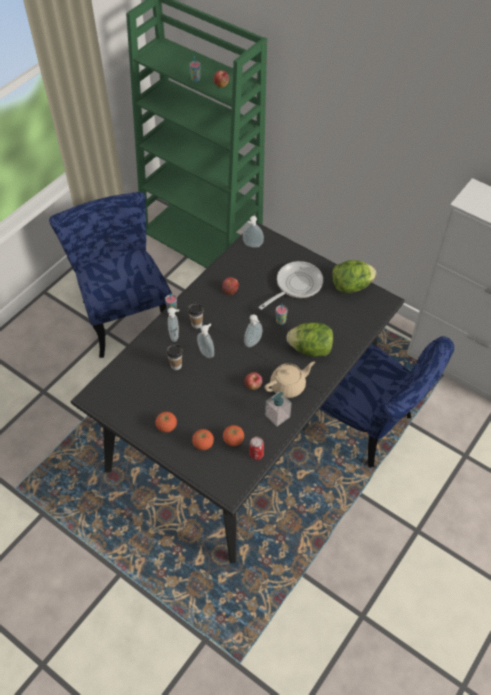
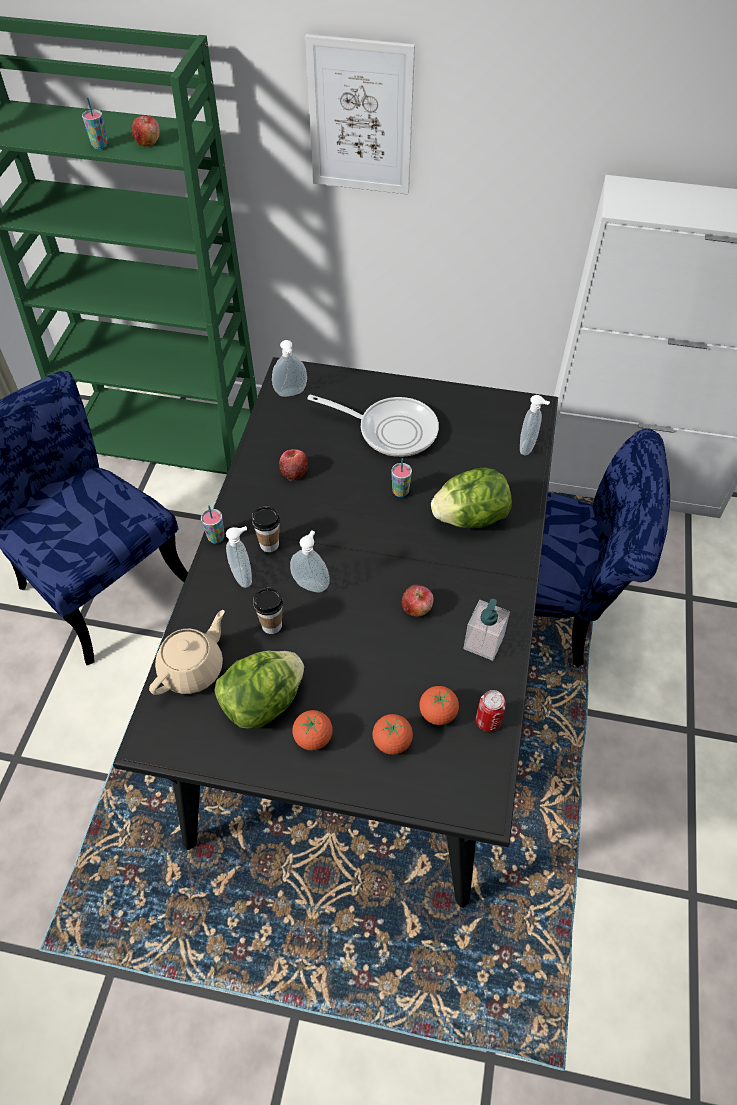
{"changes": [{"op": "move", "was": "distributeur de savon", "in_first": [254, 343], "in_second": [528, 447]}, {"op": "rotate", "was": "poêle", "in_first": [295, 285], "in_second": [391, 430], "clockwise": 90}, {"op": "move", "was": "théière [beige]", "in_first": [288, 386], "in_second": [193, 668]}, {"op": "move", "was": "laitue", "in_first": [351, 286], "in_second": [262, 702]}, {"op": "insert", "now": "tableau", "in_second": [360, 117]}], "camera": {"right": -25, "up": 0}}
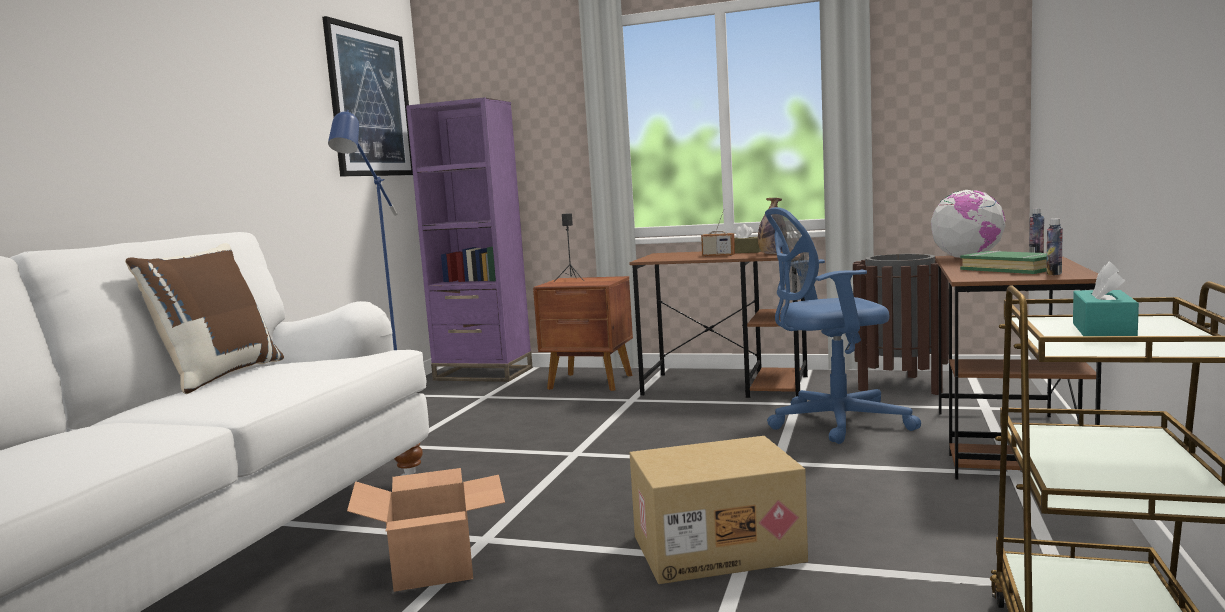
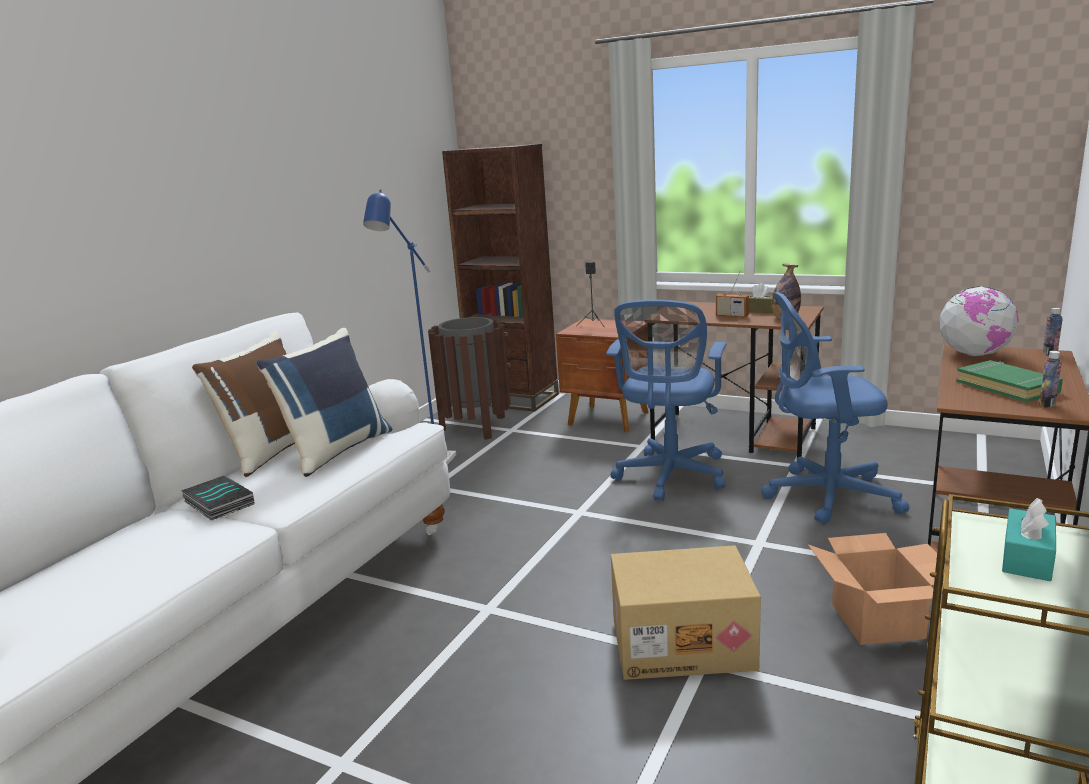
{"changes": [{"op": "delete", "was": "tableau", "in_first": [371, 102]}, {"op": "move", "was": "carton", "in_first": [433, 566], "in_second": [876, 620]}, {"op": "recolor", "was": "bibliothèque [violet]", "now": "bibliothèque [marron]", "in_first": [483, 374], "in_second": [513, 399]}, {"op": "move", "was": "poubelle [marron]", "in_first": [901, 386], "in_second": [476, 427]}, {"op": "insert", "now": "livre", "in_second": [217, 503]}, {"op": "insert", "now": "coussin [bleu]", "in_second": [336, 450]}, {"op": "insert", "now": "chaise de bureau [bleu]", "in_second": [670, 477]}], "camera": {"right": 10, "up": 10}}
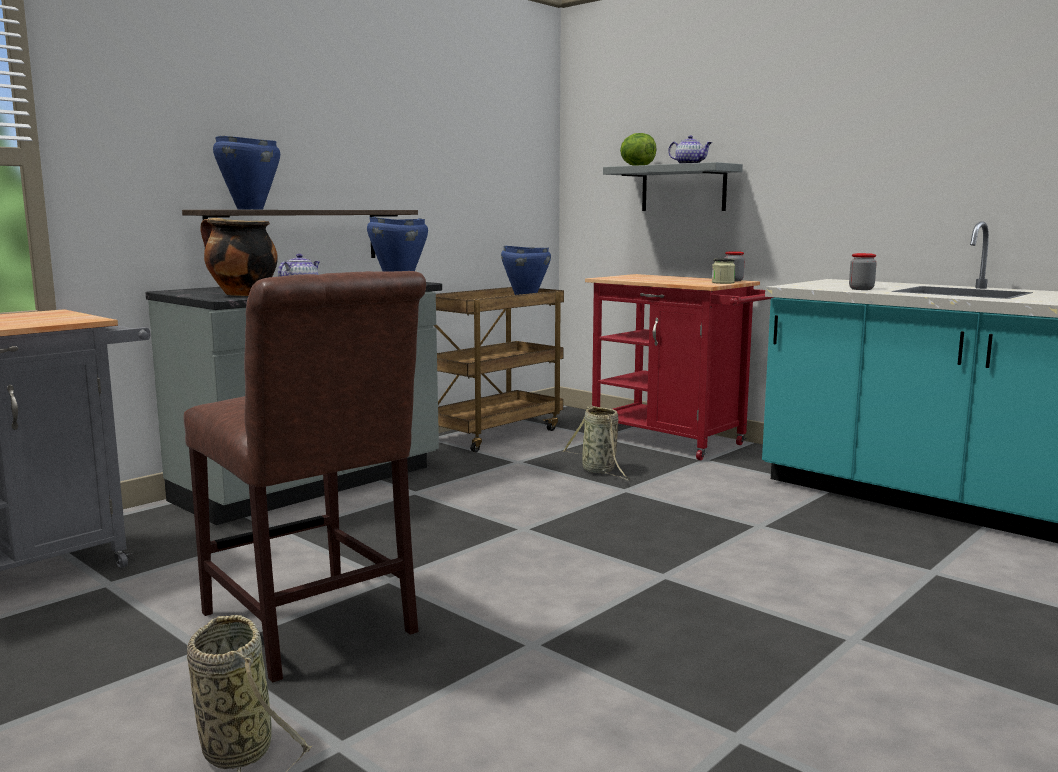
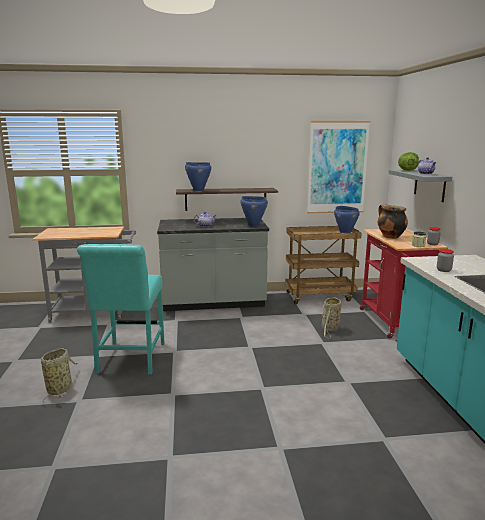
{"changes": [{"op": "recolor", "was": "chaise [marron]", "now": "chaise [turquoise]", "in_first": [312, 627], "in_second": [129, 360]}, {"op": "move", "was": "marmite", "in_first": [241, 295], "in_second": [390, 237]}, {"op": "insert", "now": "tableau", "in_second": [337, 167]}], "camera": {"right": 40, "up": 5}}
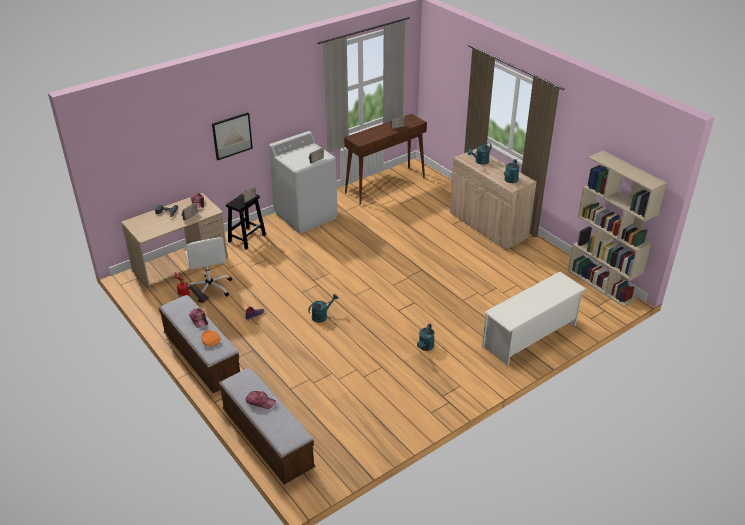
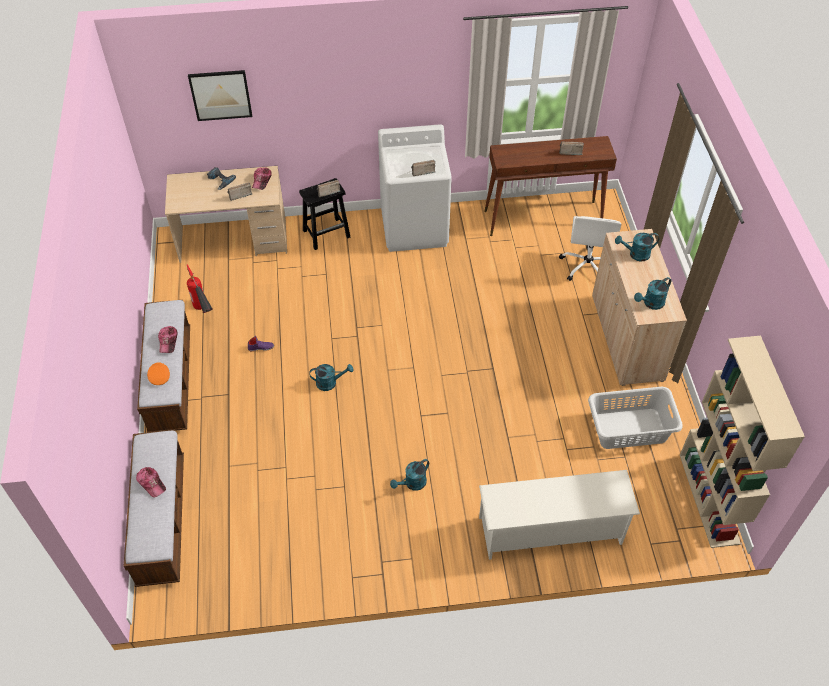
{"changes": [{"op": "move", "was": "chaise de bureau [blanc]", "in_first": [210, 288], "in_second": [587, 266]}, {"op": "move", "was": "tableau", "in_first": [232, 135], "in_second": [220, 95]}, {"op": "insert", "now": "panier à linge [gris]", "in_second": [630, 429]}], "camera": {"right": 30, "up": 15}}
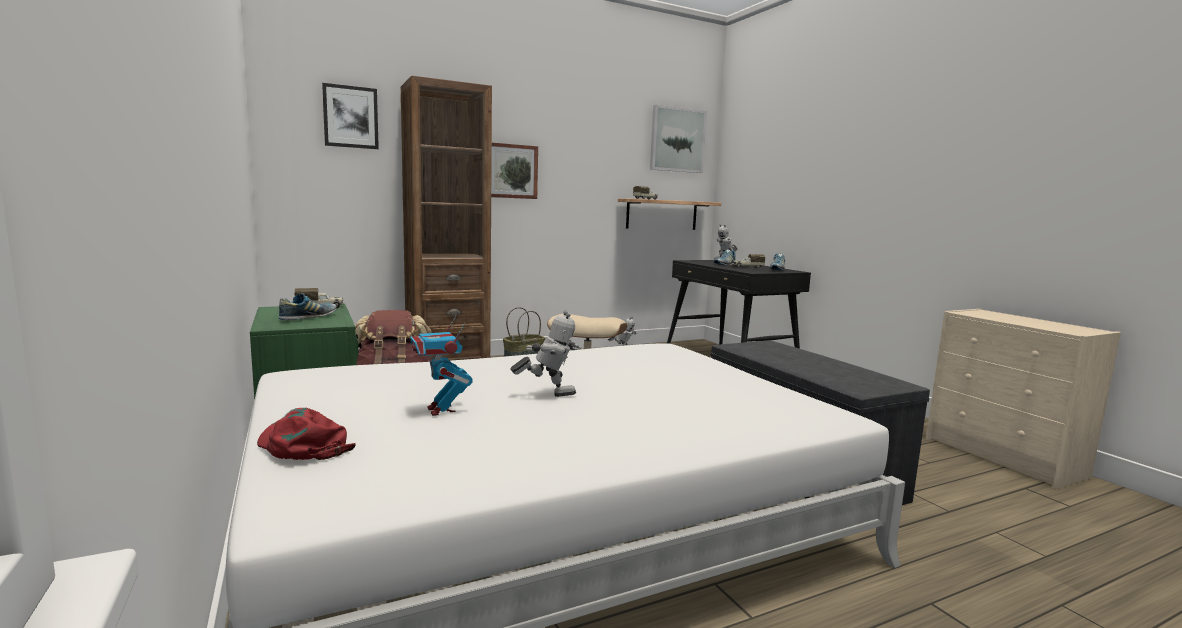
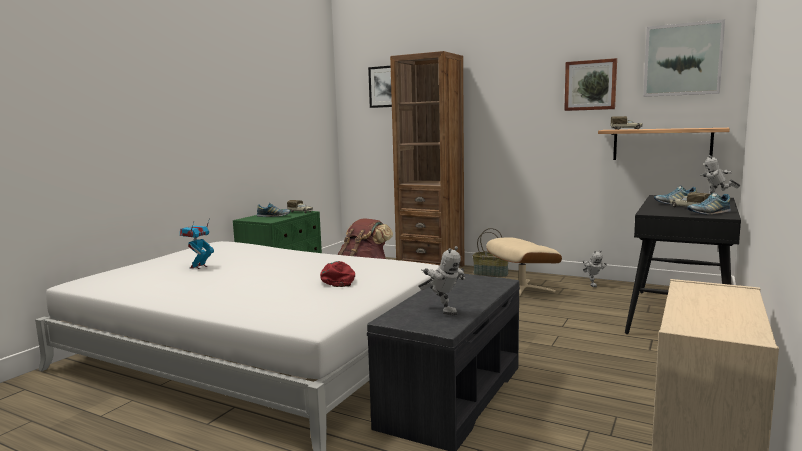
{"changes": [{"op": "move", "was": "casquette [rouge]", "in_first": [303, 445], "in_second": [339, 280]}, {"op": "move", "was": "tableau", "in_first": [511, 171], "in_second": [590, 85]}, {"op": "move", "was": "robot jouet", "in_first": [548, 394], "in_second": [443, 311]}], "camera": {"right": 55, "up": 0}}
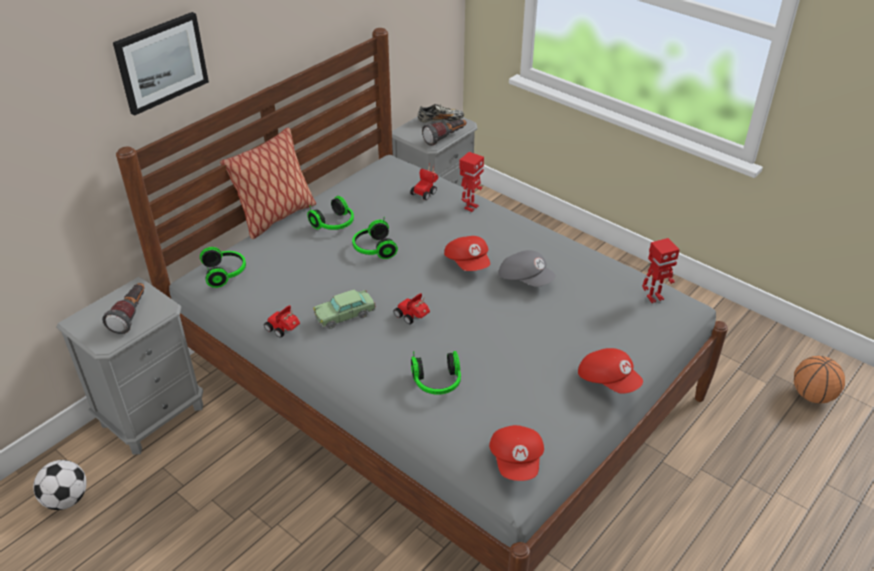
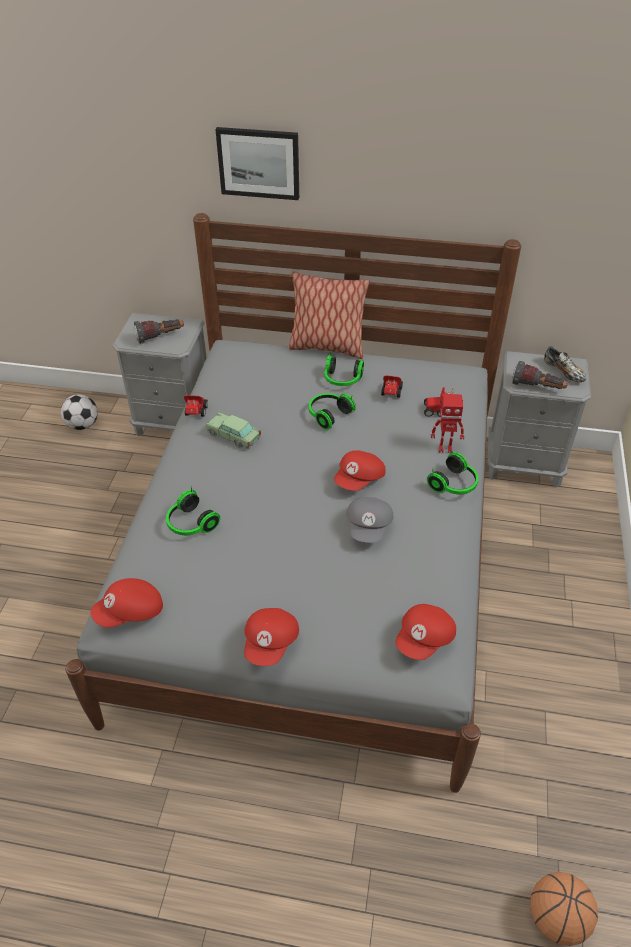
{"changes": [{"op": "move", "was": "casque audio", "in_first": [225, 273], "in_second": [454, 485]}, {"op": "move", "was": "petite voiture", "in_first": [413, 317], "in_second": [391, 394]}, {"op": "replace", "was": "robot jouet", "now": "casquette [rouge]", "in_first": [654, 297], "in_second": [425, 639]}], "camera": {"right": 60, "up": 5}}
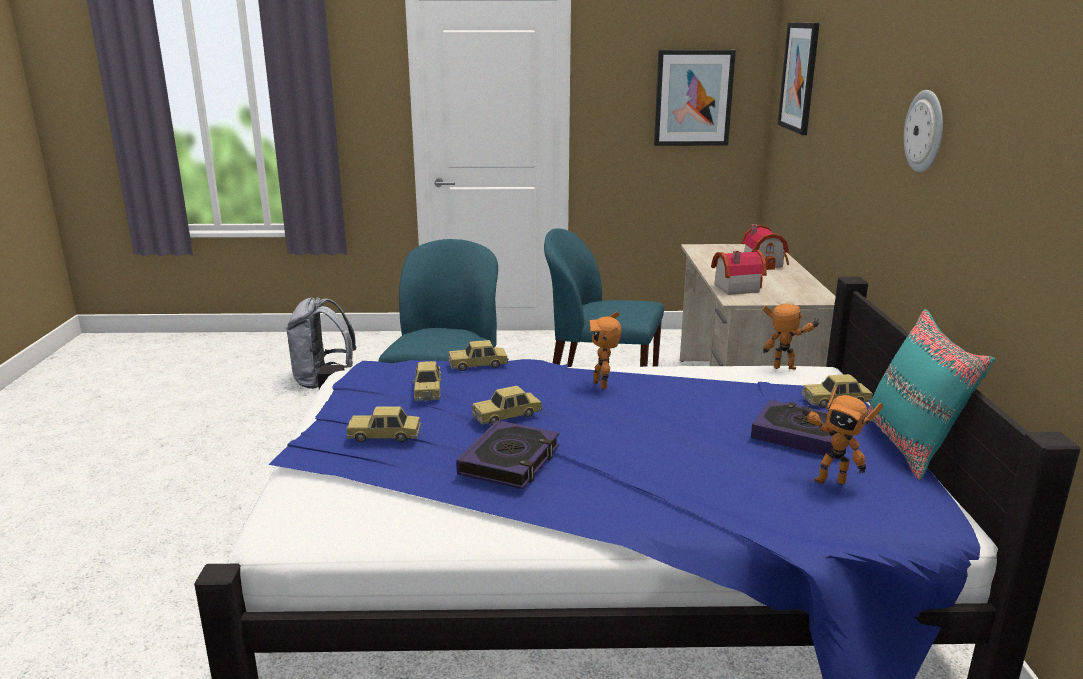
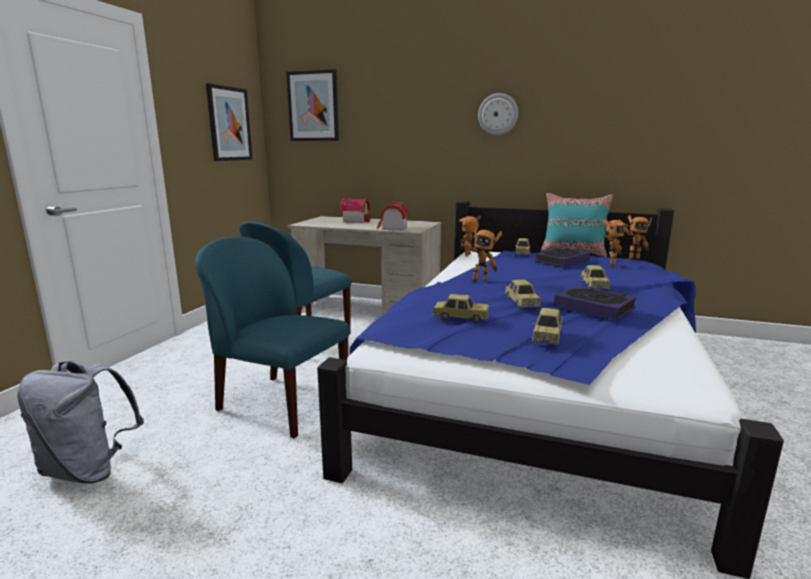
{"changes": [{"op": "move", "was": "petite voiture", "in_first": [478, 365], "in_second": [594, 285]}, {"op": "insert", "now": "robot jouet", "in_second": [631, 258]}], "camera": {"right": -70, "up": -5}}
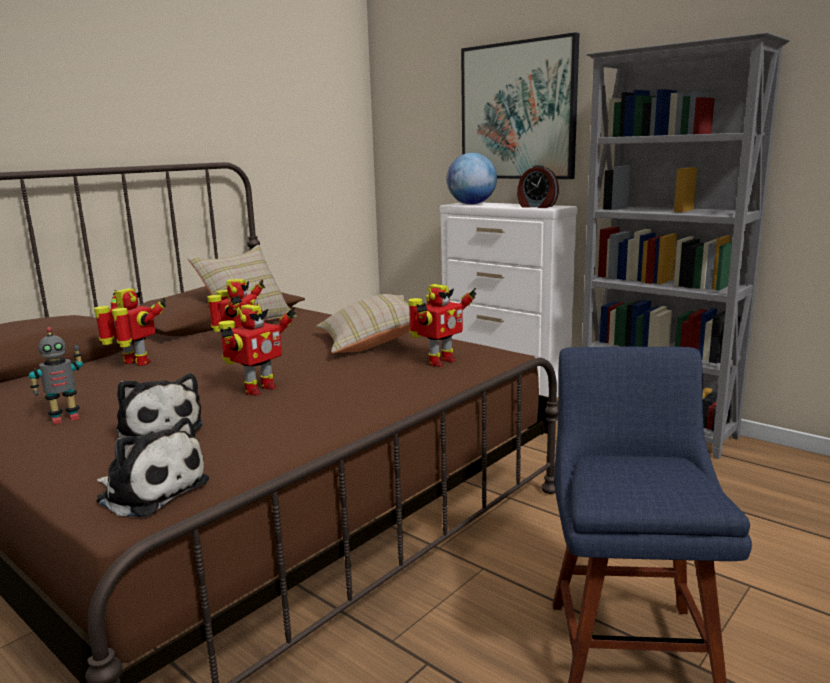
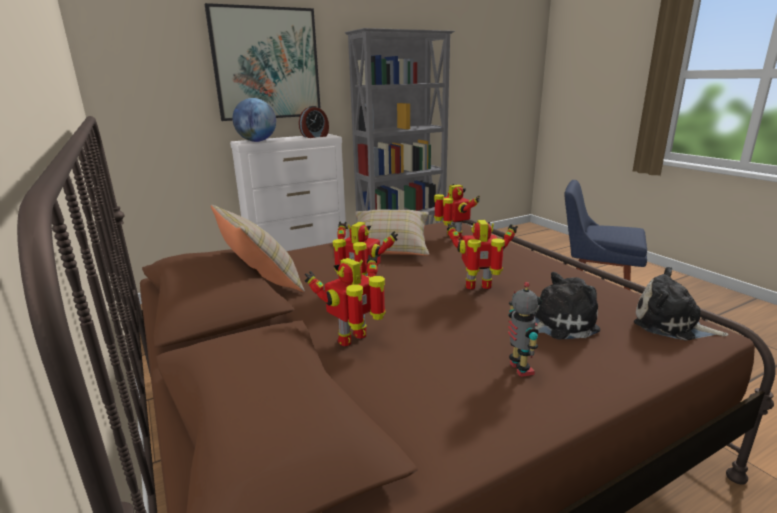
{"changes": [{"op": "rotate", "was": "peluche", "in_first": [150, 490], "in_second": [671, 325], "clockwise": -105}, {"op": "rotate", "was": "robot jouet", "in_first": [258, 389], "in_second": [479, 287], "clockwise": -60}], "camera": {"right": -70, "up": 5}}
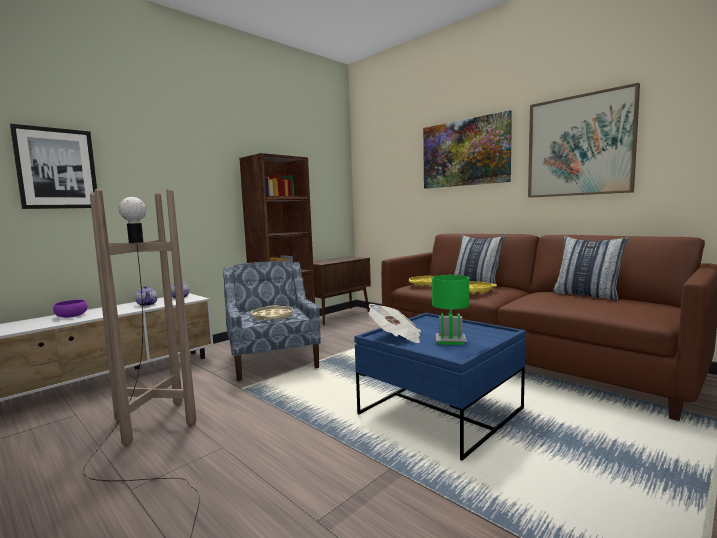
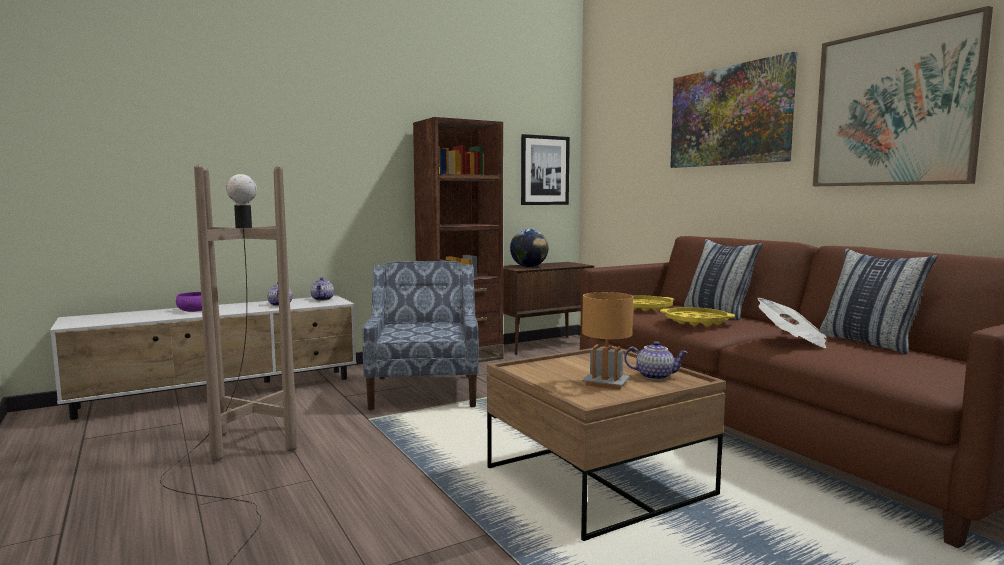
{"changes": [{"op": "move", "was": "tableau", "in_first": [57, 168], "in_second": [544, 170]}, {"op": "delete", "was": "plateau [beige]", "in_first": [272, 316]}, {"op": "recolor", "was": "table basse [bleu]", "now": "table basse [marron]", "in_first": [440, 411], "in_second": [598, 481]}, {"op": "move", "was": "journal", "in_first": [396, 337], "in_second": [792, 341]}, {"op": "recolor", "was": "lampe de table [vert]", "now": "lampe de table [marron]", "in_first": [450, 341], "in_second": [605, 383]}, {"op": "insert", "now": "globe", "in_second": [529, 267]}, {"op": "insert", "now": "théière", "in_second": [655, 376]}], "camera": {"right": 15, "up": 0}}
